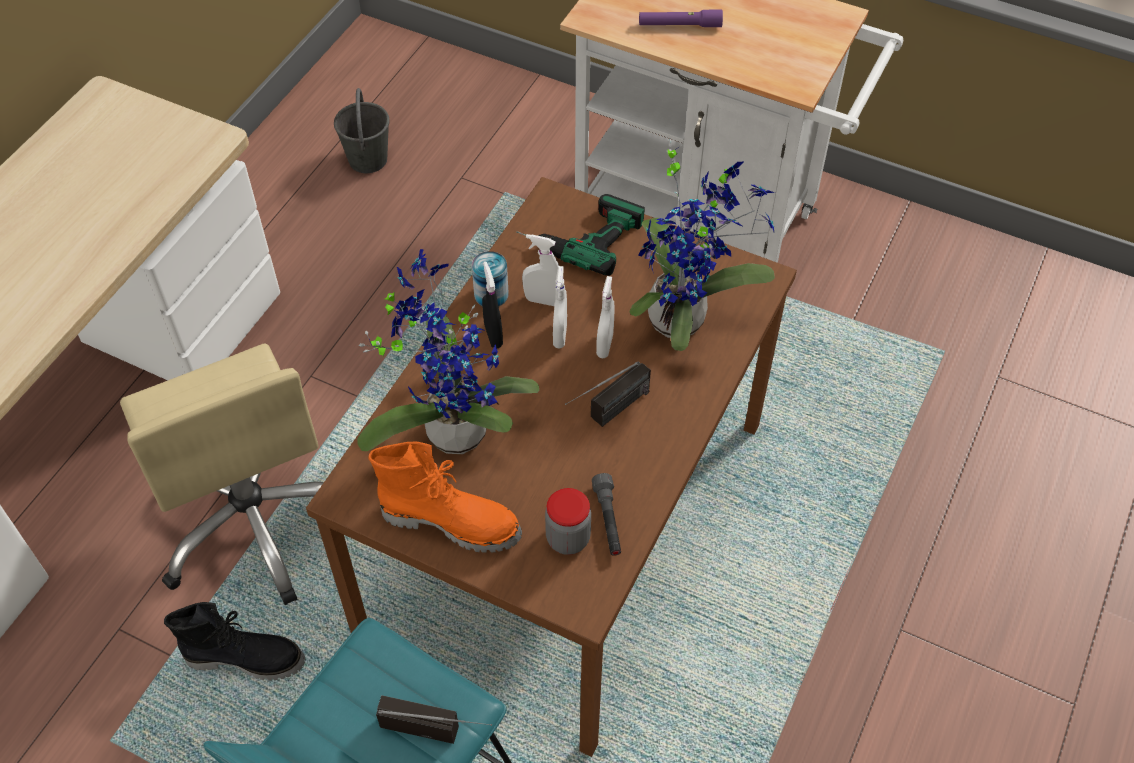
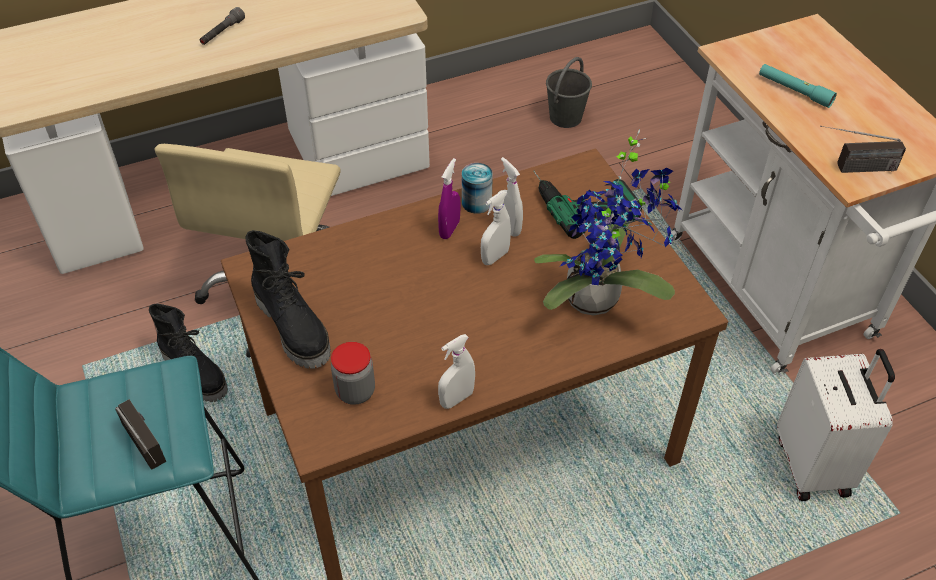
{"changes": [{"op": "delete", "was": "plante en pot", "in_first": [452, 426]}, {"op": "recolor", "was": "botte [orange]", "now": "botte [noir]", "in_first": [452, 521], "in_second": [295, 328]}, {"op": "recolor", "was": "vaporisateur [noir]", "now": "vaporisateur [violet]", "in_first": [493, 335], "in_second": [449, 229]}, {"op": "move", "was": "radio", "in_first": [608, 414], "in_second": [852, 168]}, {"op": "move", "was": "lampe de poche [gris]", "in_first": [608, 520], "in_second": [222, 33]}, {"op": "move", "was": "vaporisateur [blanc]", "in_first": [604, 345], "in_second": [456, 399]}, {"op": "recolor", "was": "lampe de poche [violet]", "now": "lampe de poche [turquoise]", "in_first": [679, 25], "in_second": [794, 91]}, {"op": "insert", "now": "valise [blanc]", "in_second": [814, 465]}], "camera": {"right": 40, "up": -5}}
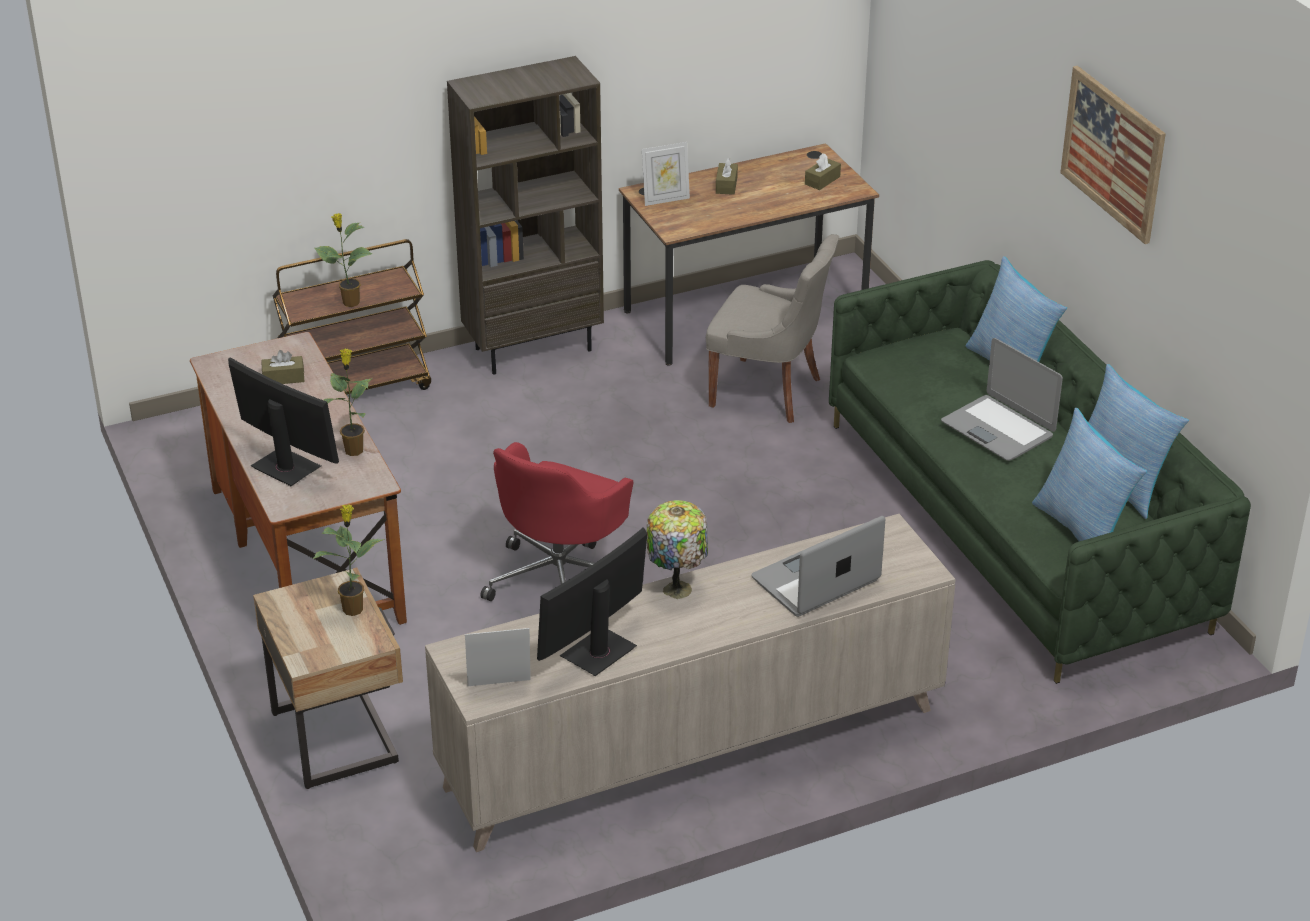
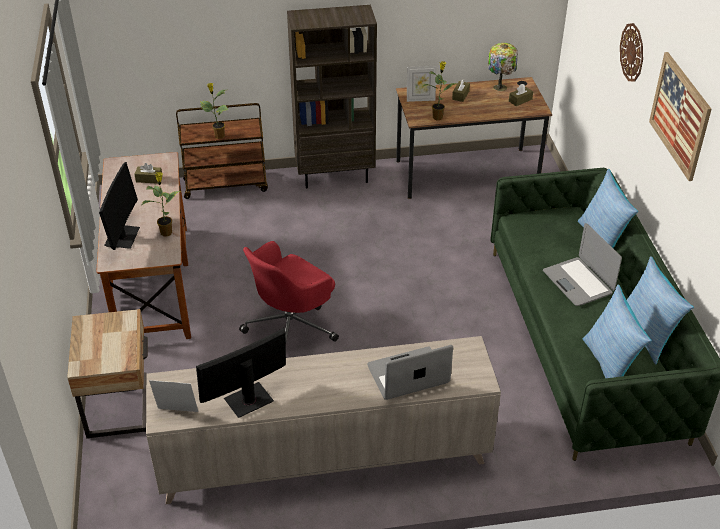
{"changes": [{"op": "rotate", "was": "écran d'ordinateur", "in_first": [286, 467], "in_second": [122, 237], "clockwise": 45}, {"op": "move", "was": "plante en pot", "in_first": [353, 608], "in_second": [438, 117]}, {"op": "move", "was": "lampe de table", "in_first": [677, 588], "in_second": [500, 87]}, {"op": "delete", "was": "chaise [gris]", "in_first": [768, 392]}, {"op": "insert", "now": "horloge murale", "in_second": [632, 52]}], "camera": {"right": 15, "up": 5}}
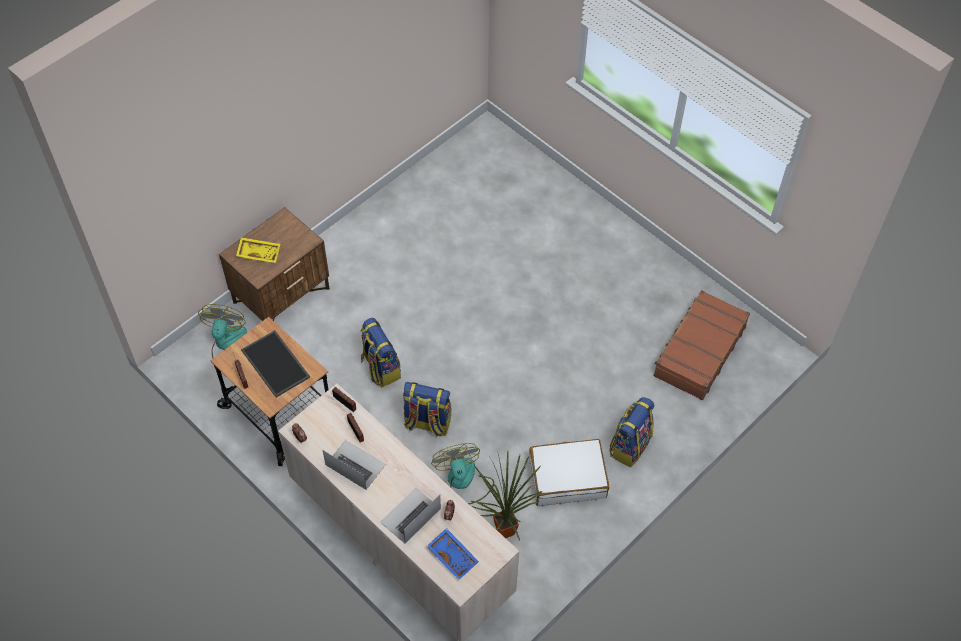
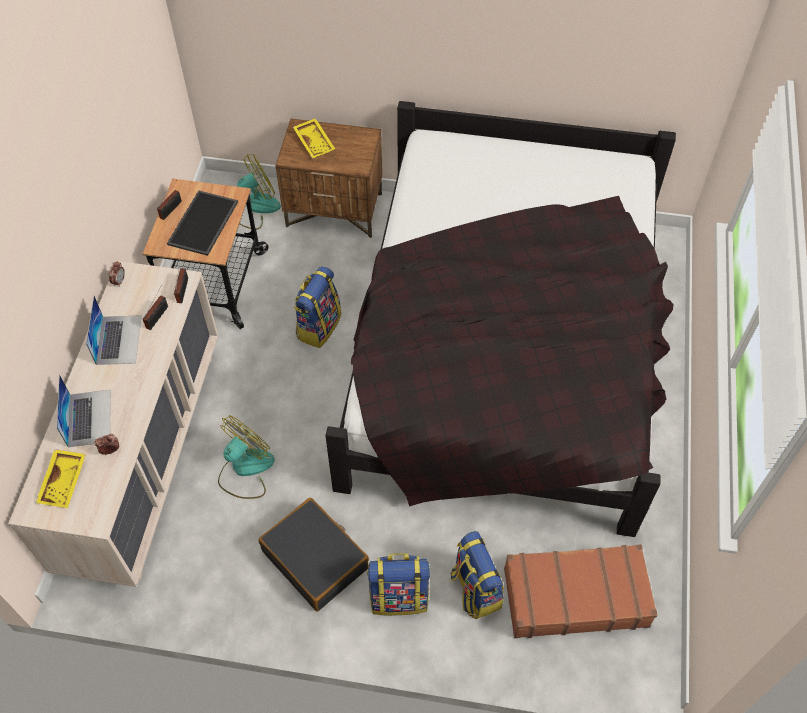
{"changes": [{"op": "rotate", "was": "ordinateur portable", "in_first": [410, 515], "in_second": [89, 417], "clockwise": 75}, {"op": "move", "was": "sac à dos", "in_first": [427, 423], "in_second": [475, 589]}, {"op": "recolor", "was": "plateau [bleu]", "now": "plateau [jaune]", "in_first": [453, 556], "in_second": [64, 482]}, {"op": "delete", "was": "plante en pot", "in_first": [504, 528]}, {"op": "recolor", "was": "valise [blanc]", "now": "valise [noir]", "in_first": [567, 477], "in_second": [315, 559]}, {"op": "insert", "now": "lit [noir]", "in_second": [505, 349]}], "camera": {"right": 55, "up": 0}}
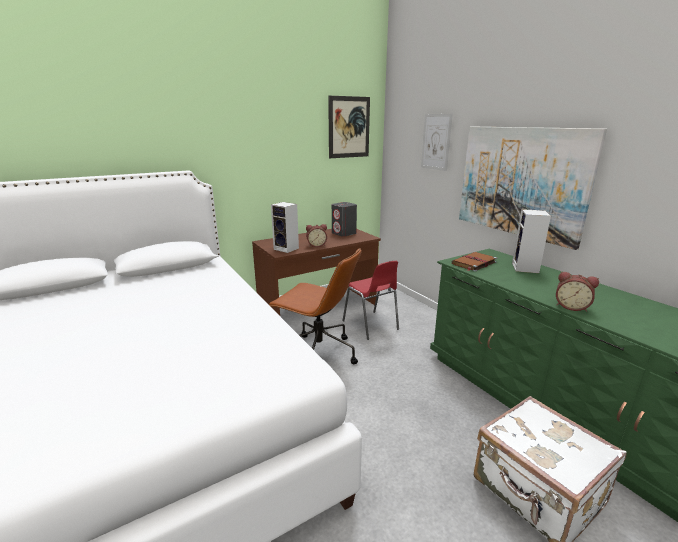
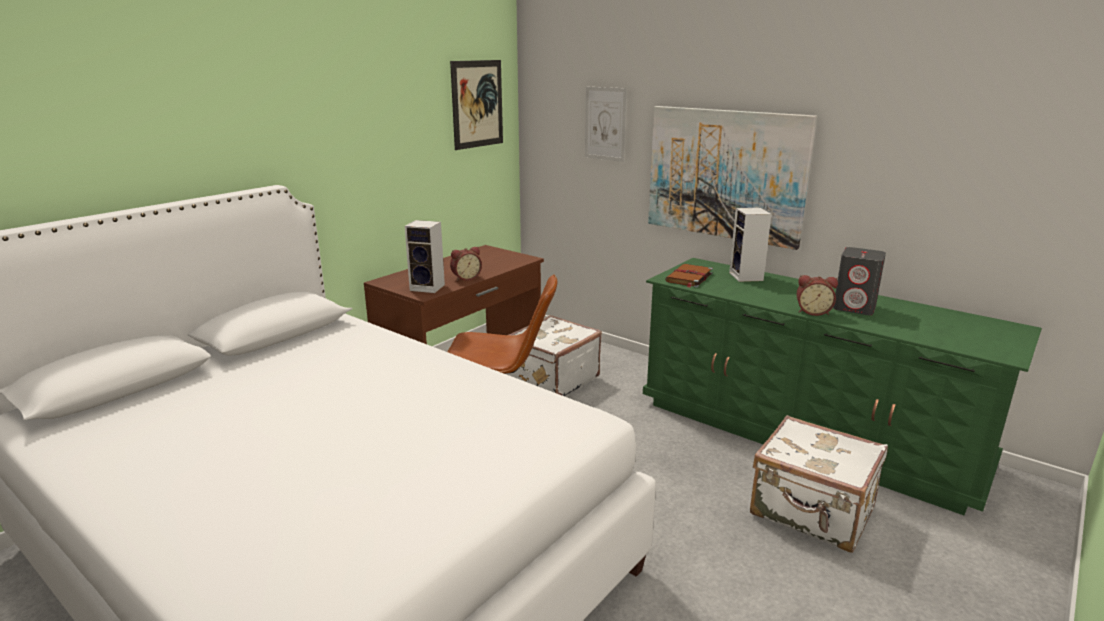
{"changes": [{"op": "move", "was": "enceinte [gris]", "in_first": [344, 233], "in_second": [855, 307]}, {"op": "replace", "was": "chaise [rouge]", "now": "valise [blanc]", "in_first": [371, 326], "in_second": [550, 380]}], "camera": {"right": -20, "up": 0}}
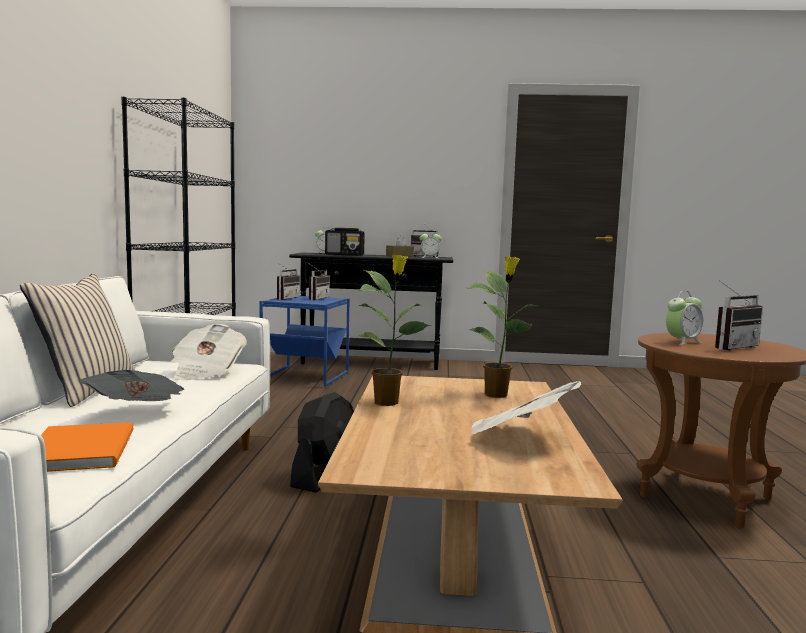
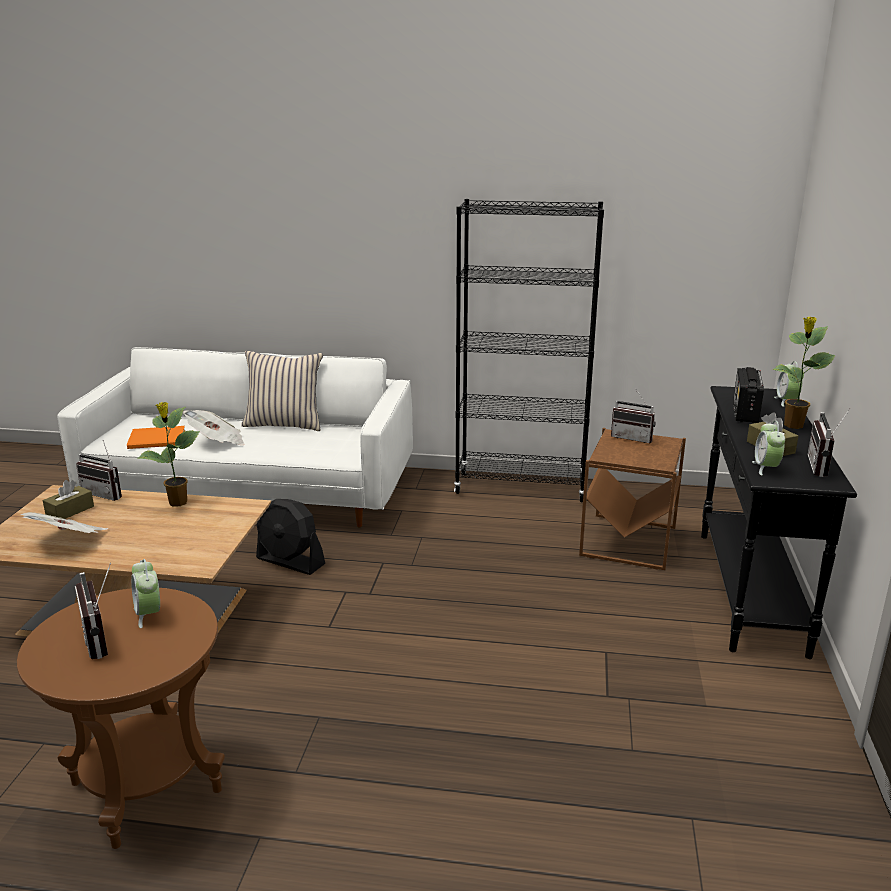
{"changes": [{"op": "delete", "was": "journal", "in_first": [206, 372]}, {"op": "recolor", "was": "table d'appoint [bleu]", "now": "table d'appoint [marron]", "in_first": [305, 376], "in_second": [629, 541]}, {"op": "move", "was": "radio", "in_first": [316, 298], "in_second": [106, 493]}, {"op": "move", "was": "plante en pot", "in_first": [498, 395], "in_second": [793, 426]}, {"op": "insert", "now": "boîte à mouchoirs [marron]", "in_second": [70, 511]}], "camera": {"right": 95, "up": 15}}
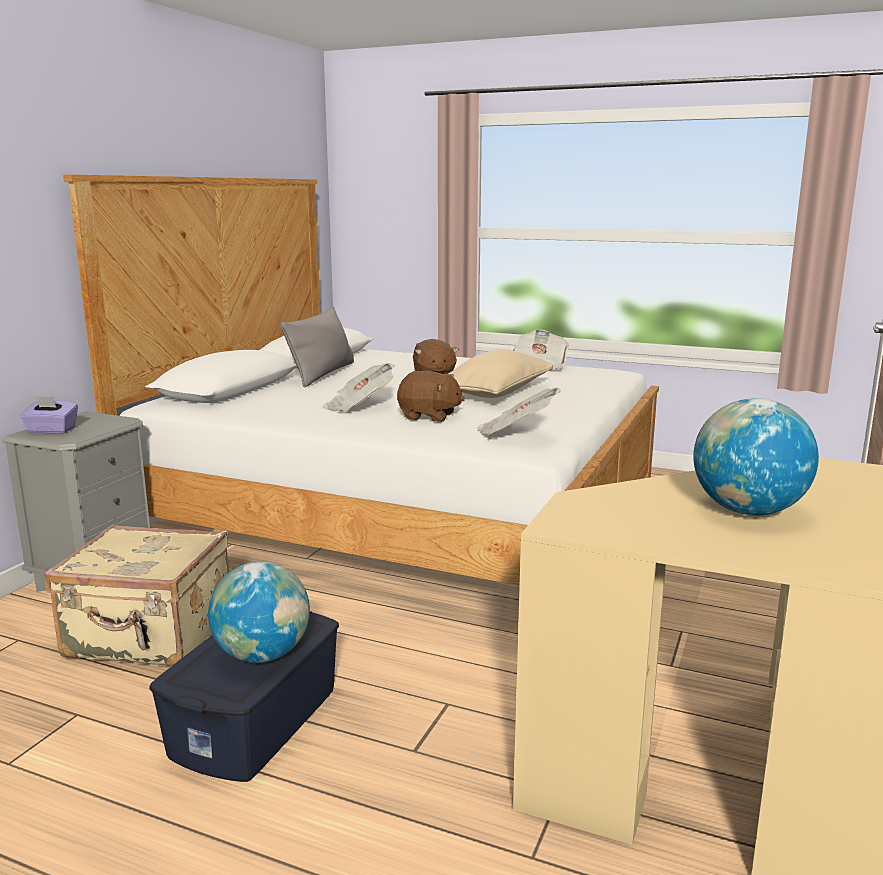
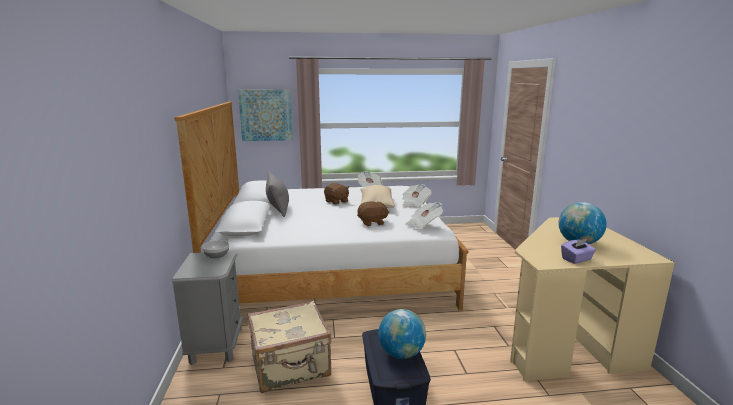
{"changes": [{"op": "move", "was": "boîte à mouchoirs [violet]", "in_first": [51, 430], "in_second": [576, 259]}, {"op": "move", "was": "journal", "in_first": [359, 406], "in_second": [414, 204]}, {"op": "insert", "now": "bol", "in_second": [216, 255]}, {"op": "insert", "now": "tableau", "in_second": [266, 115]}], "camera": {"right": -30, "up": 0}}
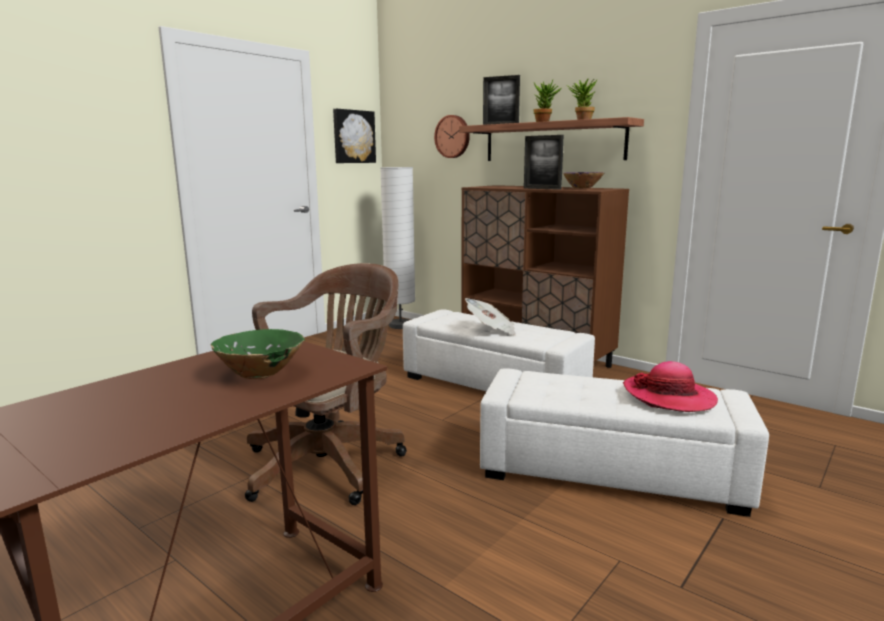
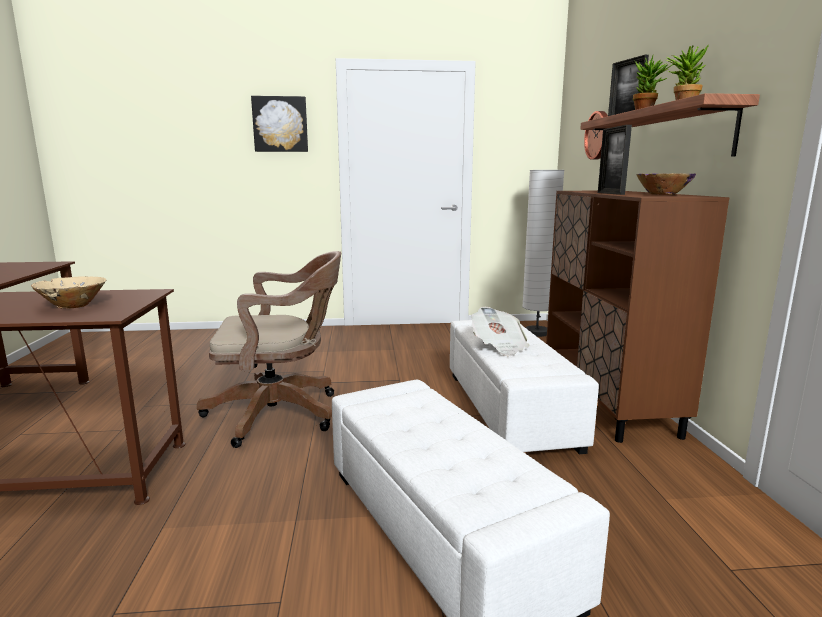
{"changes": [{"op": "recolor", "was": "bol [vert]", "now": "bol [beige]", "in_first": [260, 373], "in_second": [73, 306]}, {"op": "move", "was": "tableau", "in_first": [353, 136], "in_second": [280, 124]}, {"op": "delete", "was": "chapeau", "in_first": [669, 397]}], "camera": {"right": 45, "up": 0}}
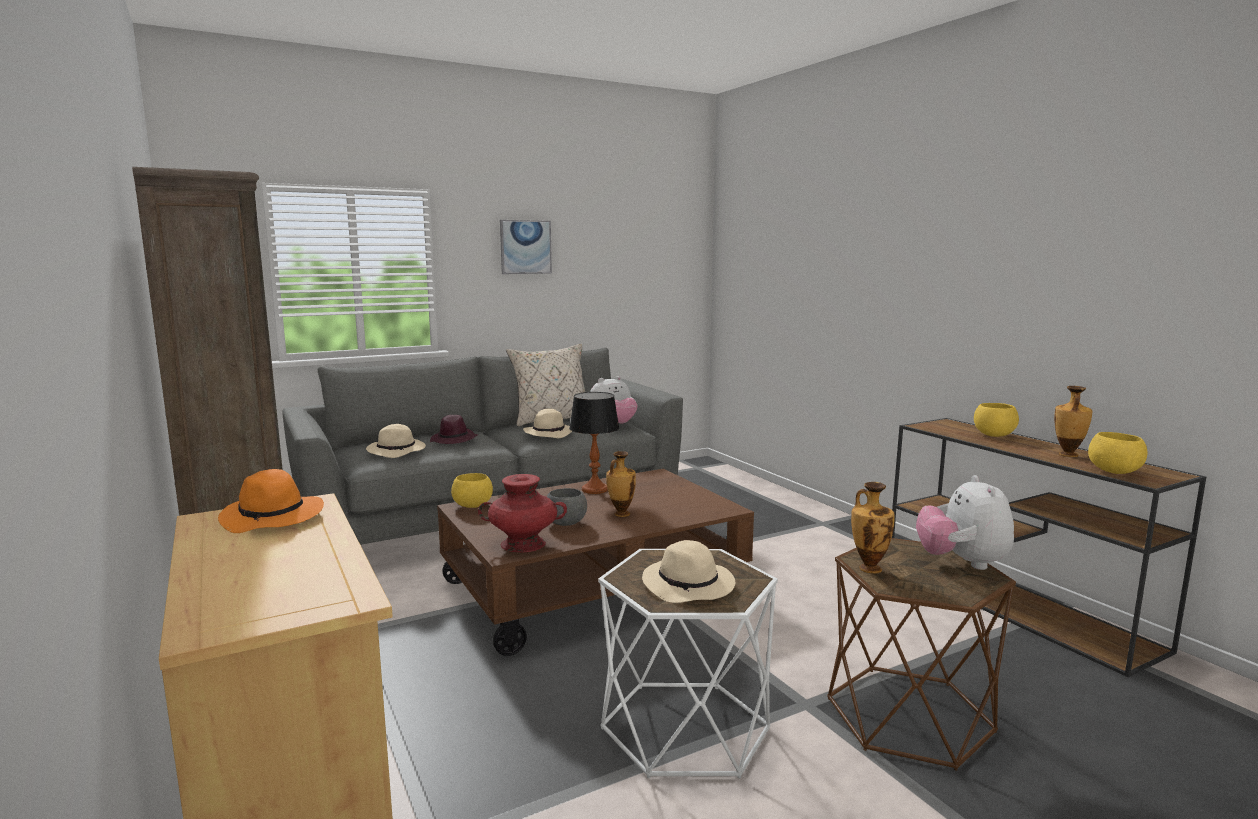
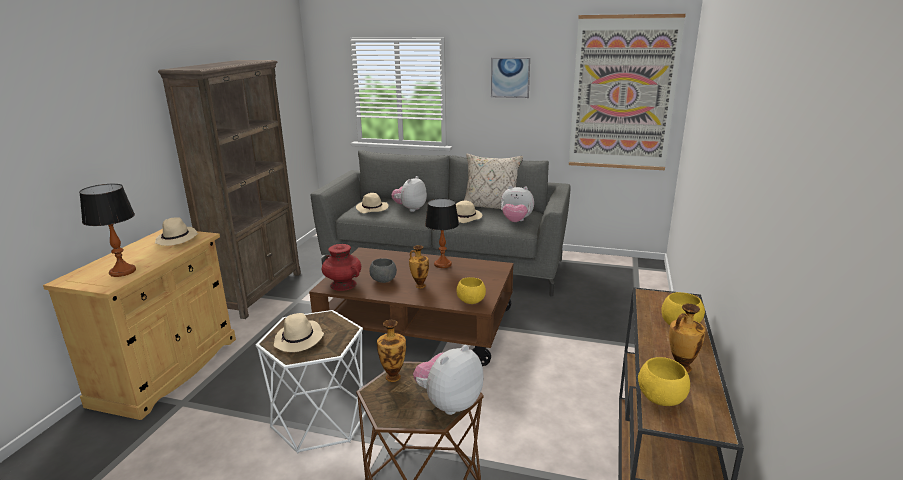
{"changes": [{"op": "recolor", "was": "chapeau [orange]", "now": "chapeau [beige]", "in_first": [273, 518], "in_second": [177, 239]}, {"op": "replace", "was": "chapeau [violet]", "now": "peluche", "in_first": [454, 440], "in_second": [410, 209]}, {"op": "move", "was": "bol [jaune]", "in_first": [473, 506], "in_second": [470, 302]}, {"op": "insert", "now": "lampe de table", "in_second": [123, 271]}, {"op": "insert", "now": "tableau", "in_second": [622, 94]}], "camera": {"right": 45, "up": 10}}
